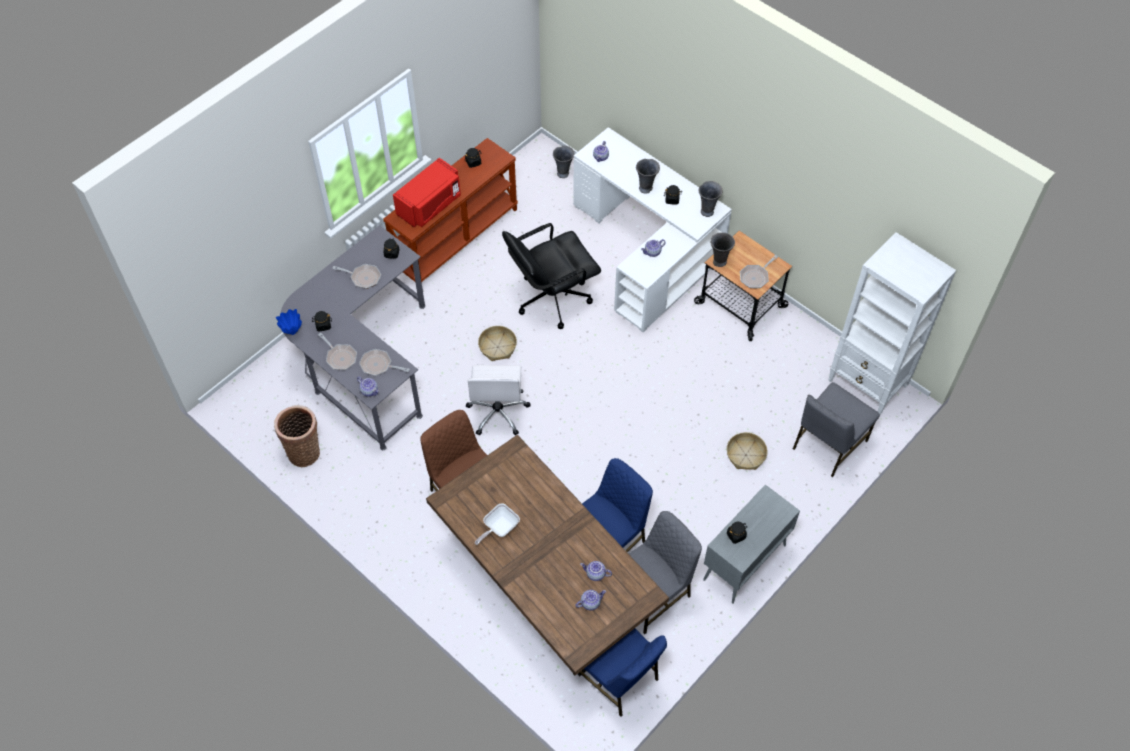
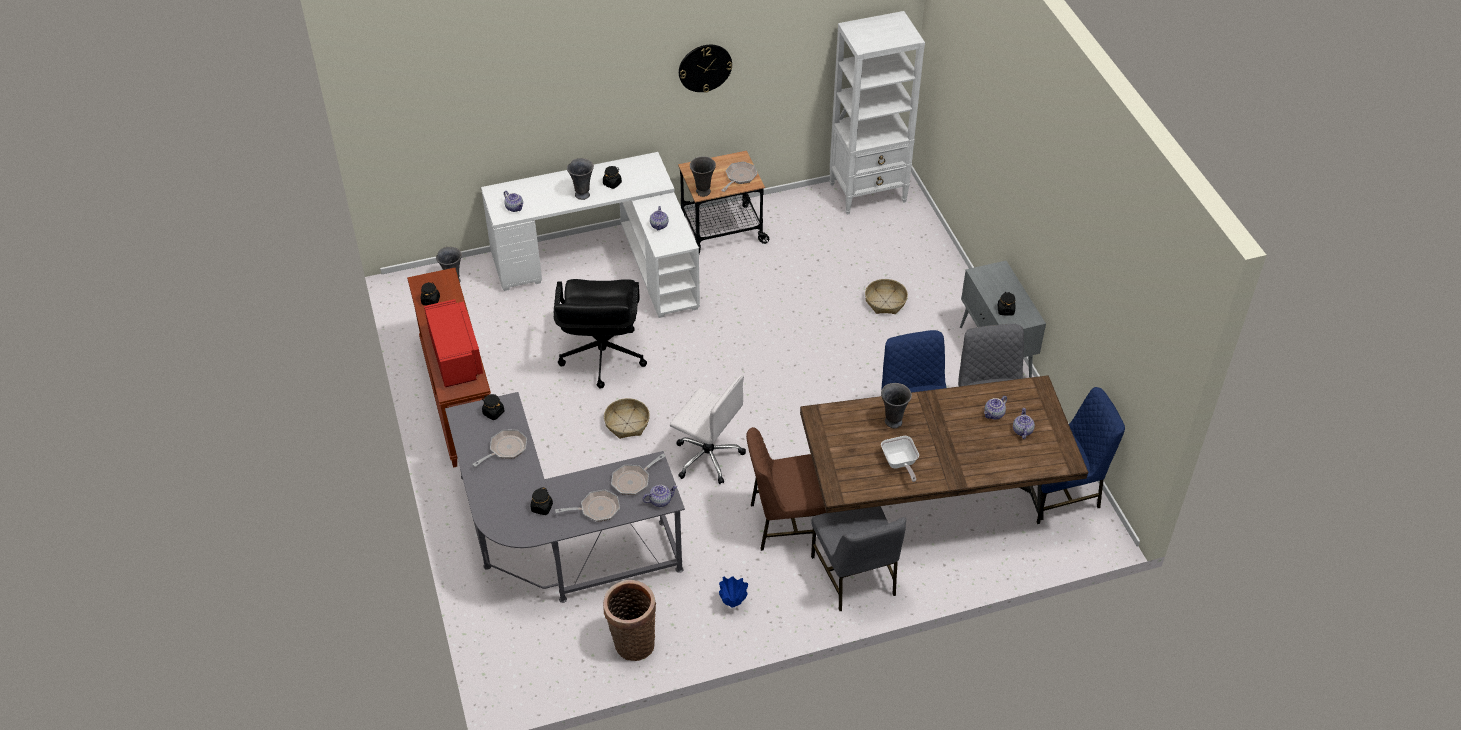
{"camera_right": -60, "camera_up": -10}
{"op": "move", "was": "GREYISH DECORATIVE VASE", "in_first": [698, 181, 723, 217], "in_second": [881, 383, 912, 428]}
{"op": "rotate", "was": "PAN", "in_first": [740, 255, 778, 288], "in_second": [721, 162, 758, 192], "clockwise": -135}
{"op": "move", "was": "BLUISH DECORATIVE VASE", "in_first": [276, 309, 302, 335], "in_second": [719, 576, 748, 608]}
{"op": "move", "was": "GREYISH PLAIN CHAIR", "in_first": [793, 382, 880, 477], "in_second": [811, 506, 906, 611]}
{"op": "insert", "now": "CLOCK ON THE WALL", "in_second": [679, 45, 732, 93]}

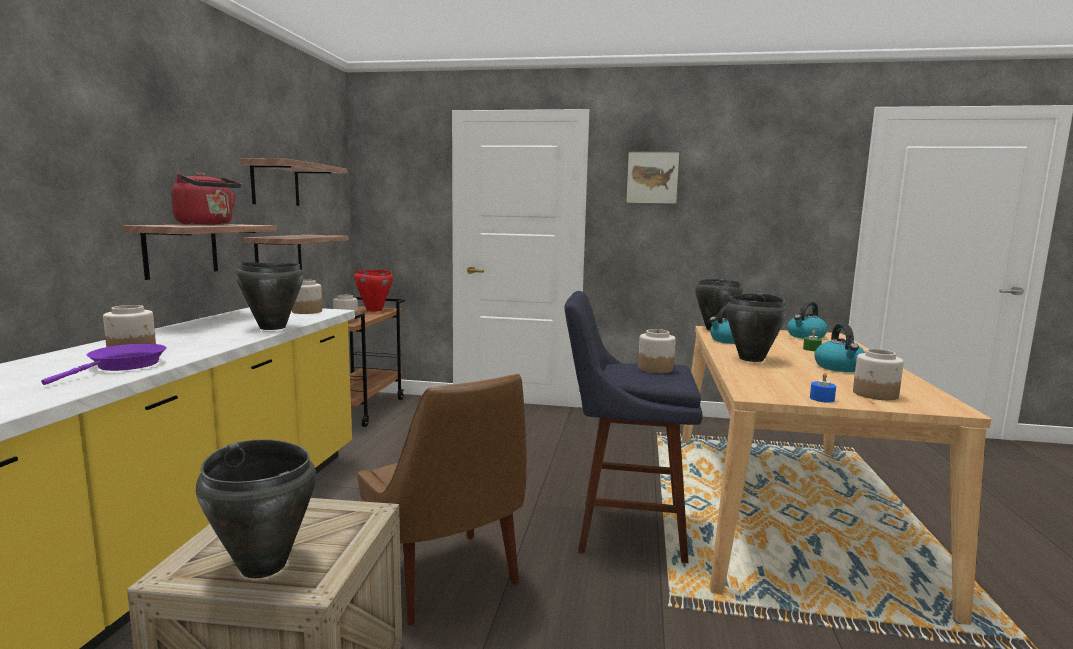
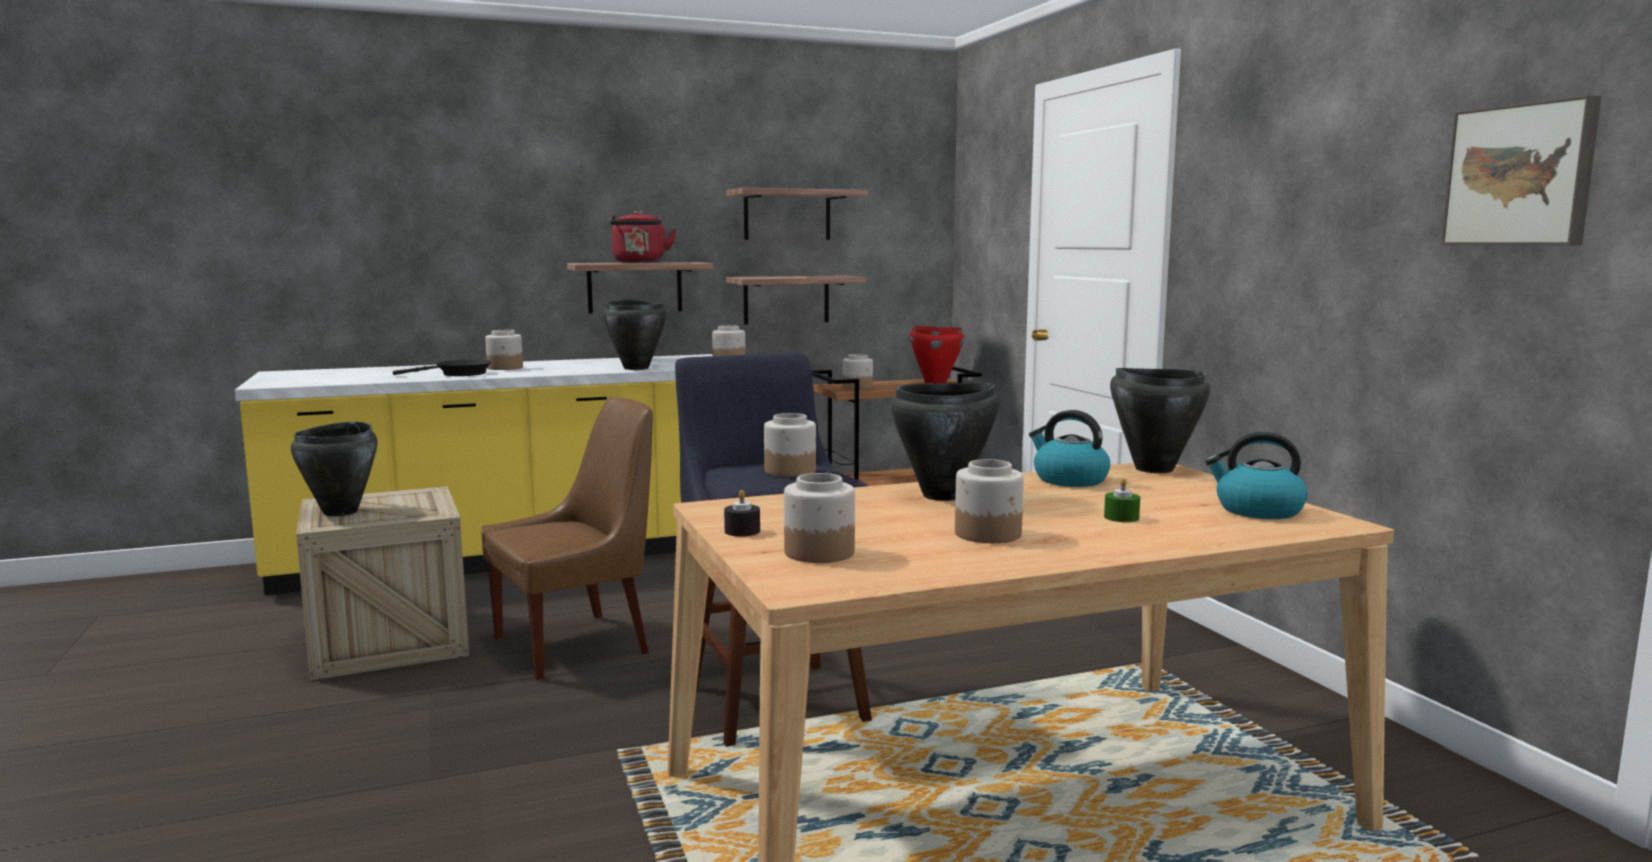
{"camera_right": 60, "camera_up": 0}
{"op": "move", "was": "WALL PICTURE", "in_first": [625, 151, 681, 205], "in_second": [1441, 95, 1601, 245]}
{"op": "replace", "was": "TEA KETTLE", "now": "PRESERVE JAR", "in_first": [814, 323, 865, 372], "in_second": [955, 459, 1024, 543]}
{"op": "recolor", "was": "PURPLE PAN", "now": "BLACK-COLOURED PAN", "in_first": [41, 344, 167, 385], "in_second": [393, 359, 492, 376]}
{"op": "recolor", "was": "BLUISH WAX CANDLE", "now": "BLACK-COLOURED WAX CANDLE", "in_first": [810, 373, 836, 403], "in_second": [724, 490, 760, 536]}
{"op": "rotate", "was": "BROWNISH PLAIN CHAIR", "in_first": [357, 374, 527, 626], "in_second": [481, 397, 653, 680], "clockwise": -150}

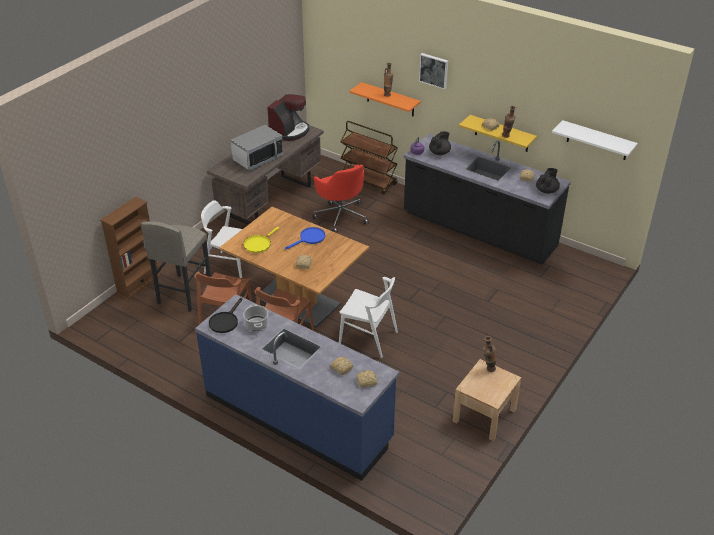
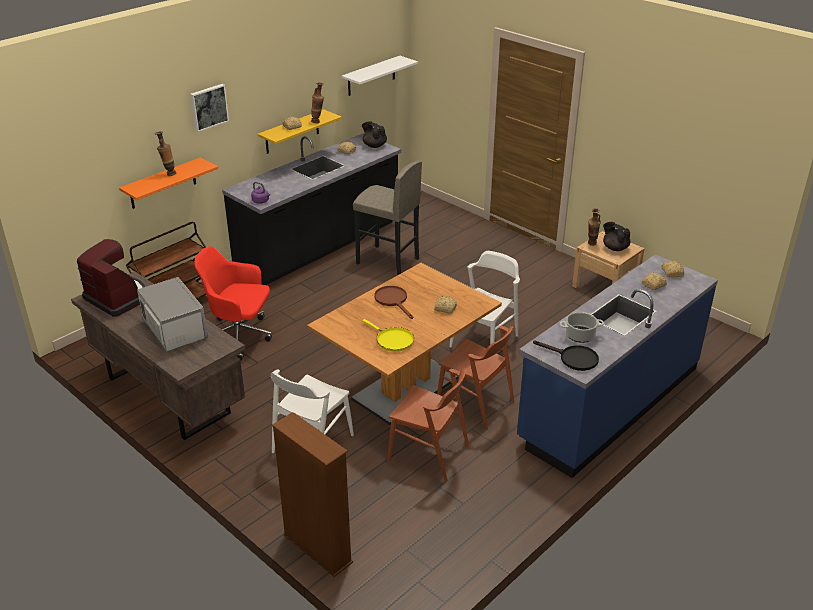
{"camera_right": -80, "camera_up": -5}
{"op": "move", "was": "BLACK-COLOURED POT FOR TEA", "in_first": [429, 131, 451, 155], "in_second": [603, 222, 630, 251]}
{"op": "rotate", "was": "REDDISH OFFICE CHAIR", "in_first": [312, 164, 369, 233], "in_second": [194, 246, 272, 360], "clockwise": -150}
{"op": "move", "was": "GREYISH STOOL SEAT", "in_first": [141, 221, 211, 312], "in_second": [353, 160, 422, 275]}
{"op": "recolor", "was": "BLUISH PAN", "now": "BROWNISH PAN", "in_first": [285, 227, 325, 249], "in_second": [374, 286, 413, 319]}

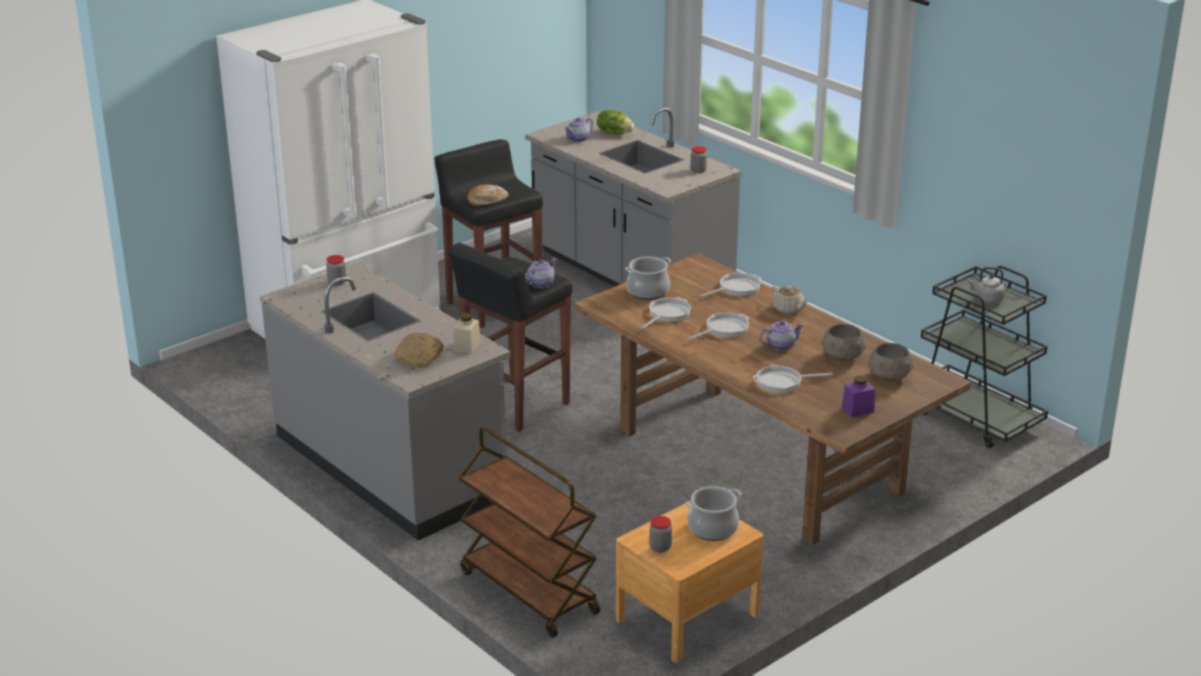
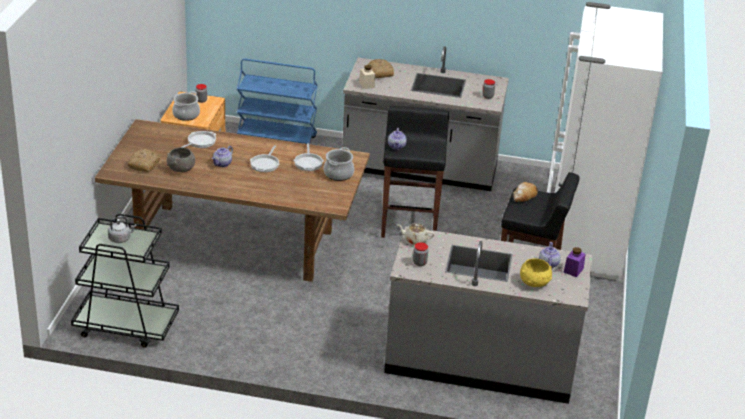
{"camera_right": 140, "camera_up": 5}
{"op": "replace", "was": "HEAD OF LETTUCE", "now": "YELLOW BOWL", "in_first": [597, 110, 634, 134], "in_second": [520, 258, 552, 287]}
{"op": "delete", "was": "PAN", "in_first": [700, 273, 761, 297]}
{"op": "move", "was": "SAND-COLOURED POT FOR TEA", "in_first": [772, 286, 809, 314], "in_second": [397, 223, 435, 245]}
{"op": "replace", "was": "GREYISH BOWL", "now": "BAKED BREAD", "in_first": [868, 343, 914, 381], "in_second": [128, 149, 160, 172]}
{"op": "move", "was": "PURPLE PRESERVE JAR", "in_first": [842, 375, 875, 417], "in_second": [563, 247, 586, 277]}
{"op": "recolor", "was": "BROWNISH TROLLEY", "now": "BLUISH TROLLEY", "in_first": [458, 427, 600, 638], "in_second": [237, 58, 318, 144]}

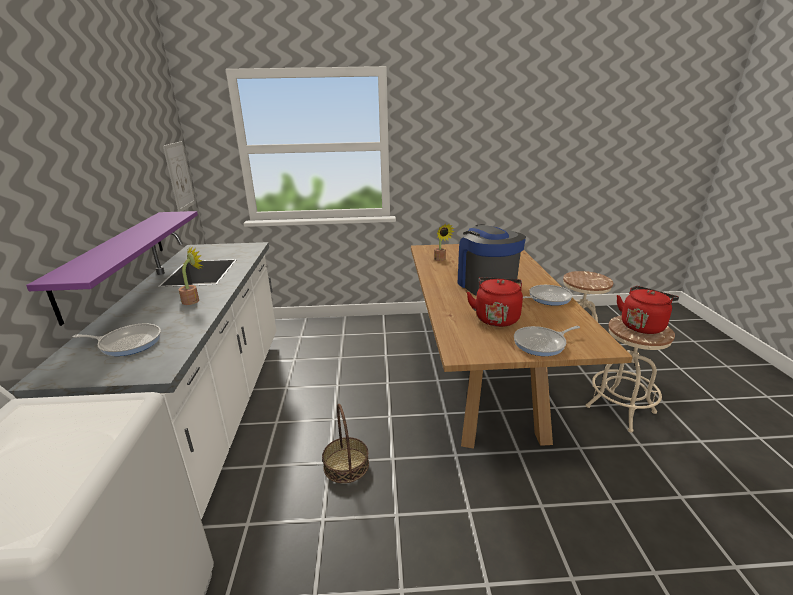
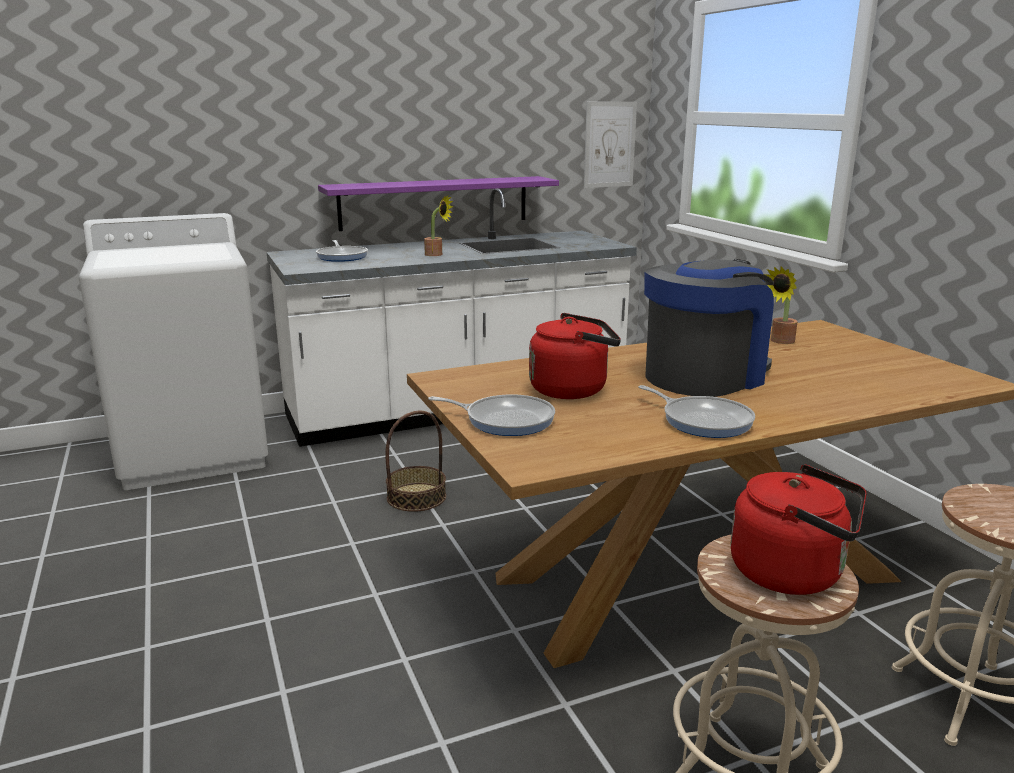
{"camera_right": 70, "camera_up": -5}
{"op": "rotate", "was": "PAN", "in_first": [514, 326, 580, 356], "in_second": [428, 394, 555, 436], "clockwise": 150}

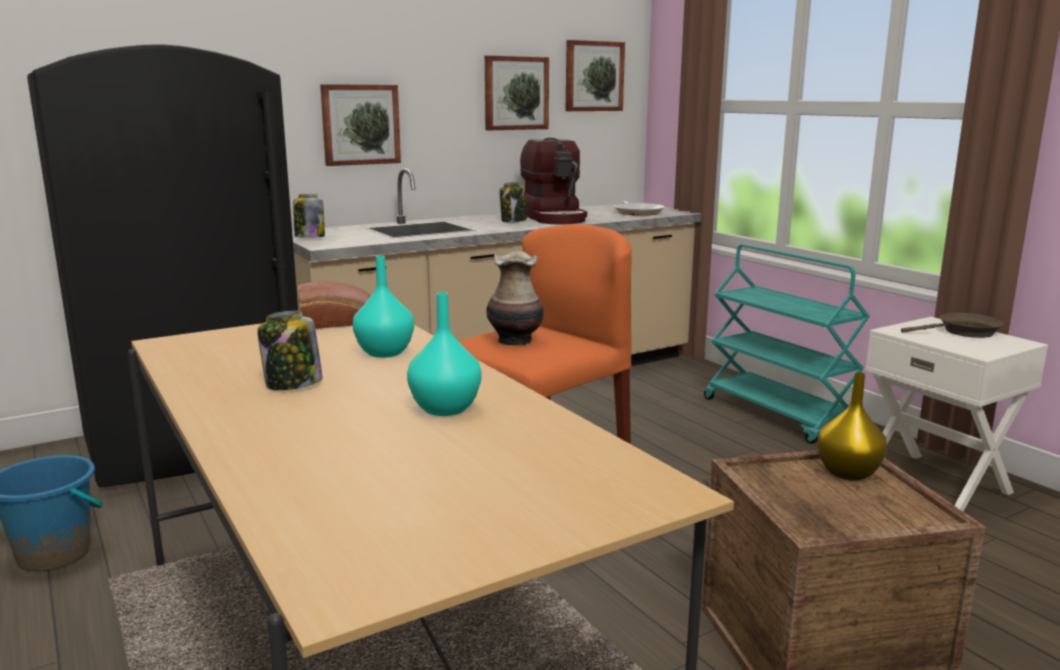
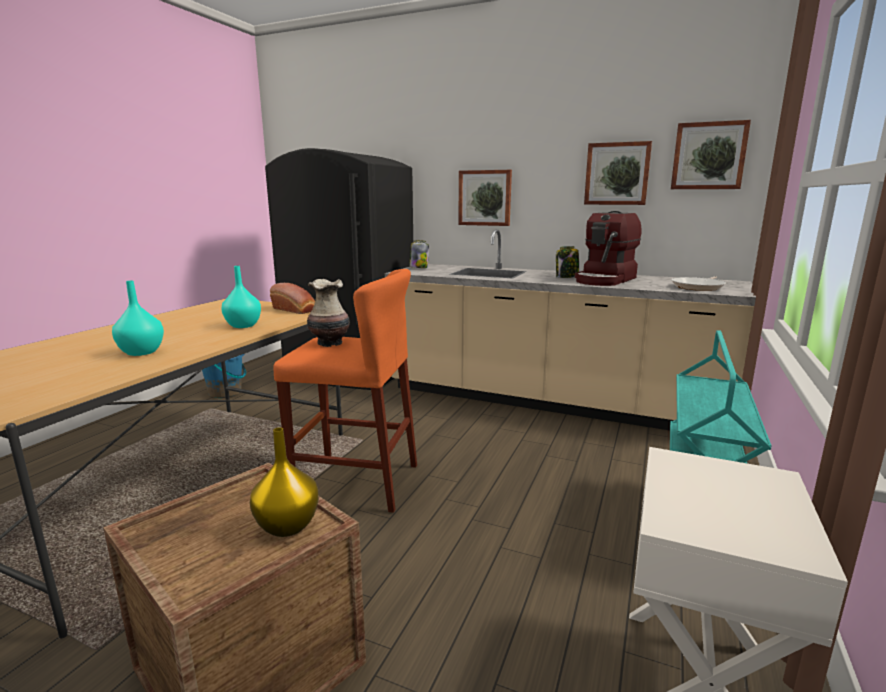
{"camera_right": 55, "camera_up": 0}
{"op": "delete", "was": "PRESERVE JAR", "in_first": [257, 310, 322, 390]}
{"op": "delete", "was": "BROWNISH PAN", "in_first": [901, 313, 1004, 338]}

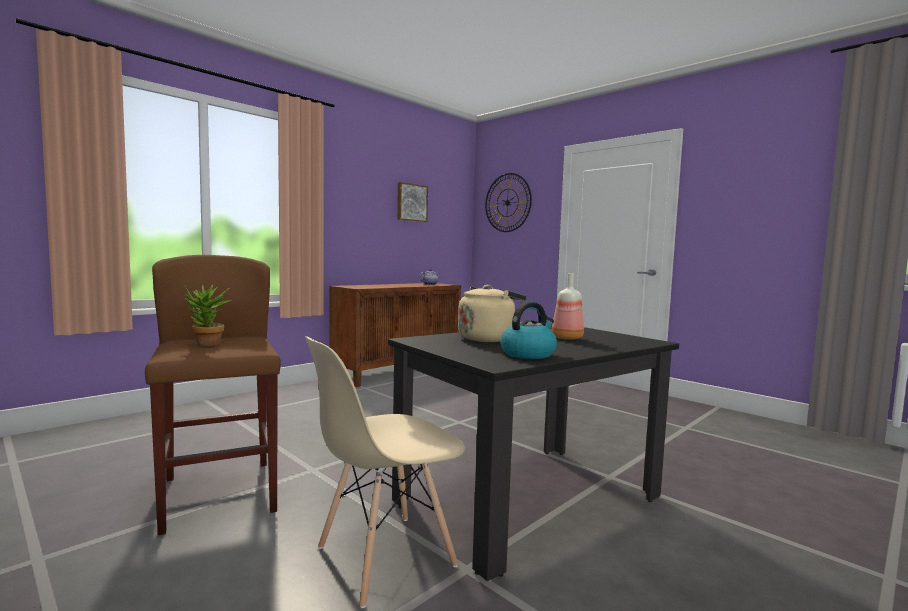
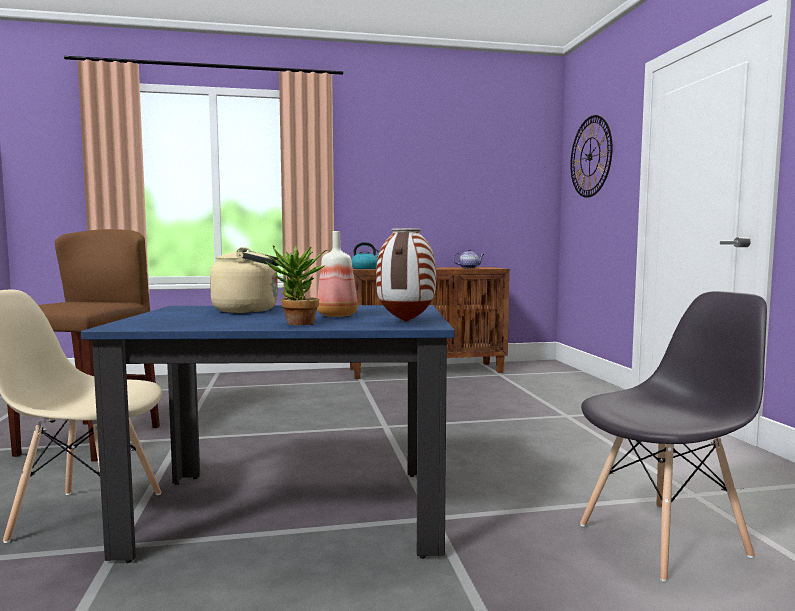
{"camera_right": 35, "camera_up": 0}
{"op": "delete", "was": "WALL PICTURE", "in_first": [397, 182, 428, 222]}
{"op": "move", "was": "POTTED PLANT", "in_first": [185, 285, 231, 346], "in_second": [265, 245, 327, 325]}
{"op": "move", "was": "TEA KETTLE", "in_first": [501, 302, 557, 359], "in_second": [351, 242, 380, 269]}
{"op": "recolor", "was": "BLACK-COLOURED KITCHEN TABLE", "now": "BLUISH KITCHEN TABLE", "in_first": [388, 325, 679, 581], "in_second": [81, 305, 455, 563]}
{"op": "insert", "now": "DECORATIVE VASE", "in_second": [376, 228, 436, 322]}
{"op": "insert", "now": "GREYISH PLAIN CHAIR", "in_second": [580, 291, 767, 582]}

